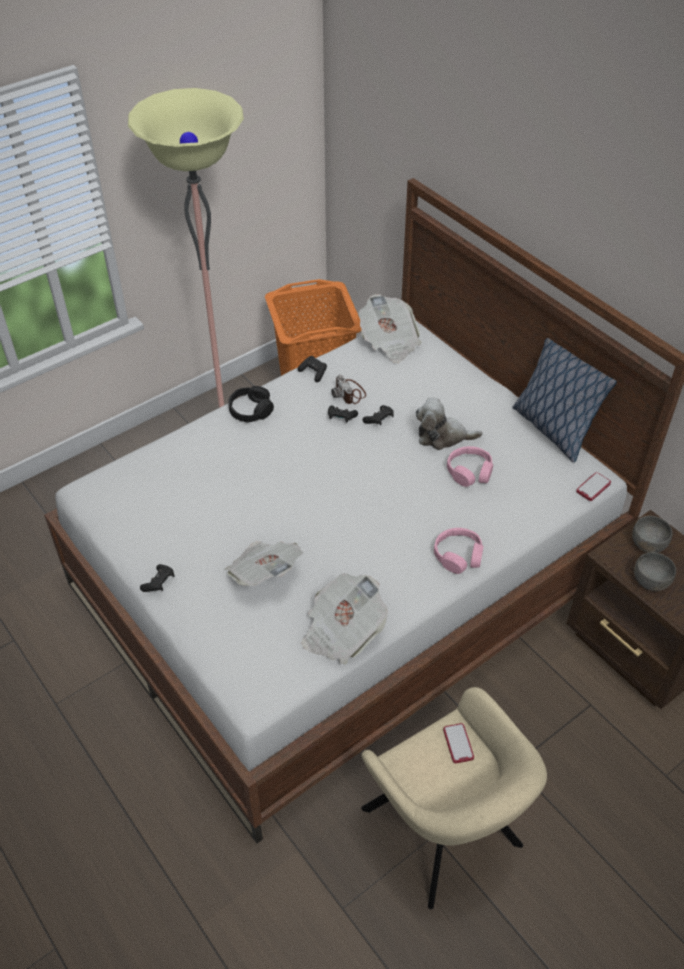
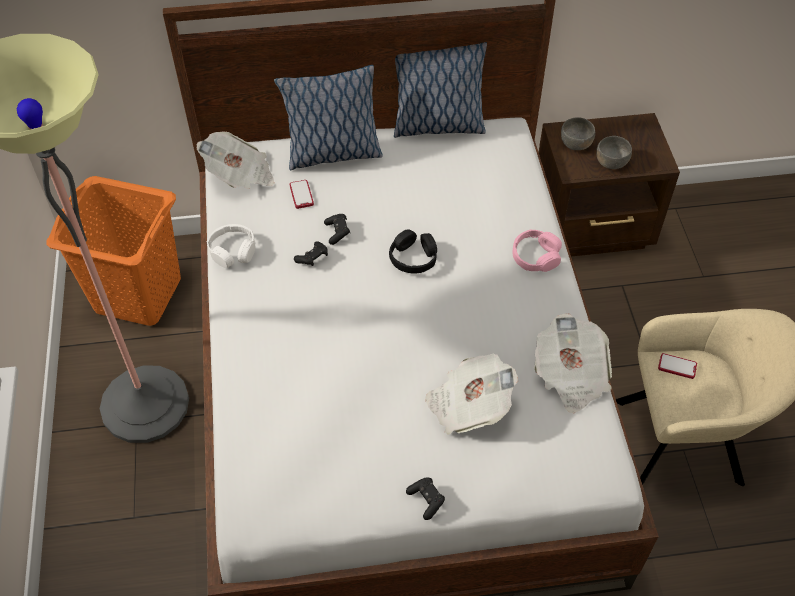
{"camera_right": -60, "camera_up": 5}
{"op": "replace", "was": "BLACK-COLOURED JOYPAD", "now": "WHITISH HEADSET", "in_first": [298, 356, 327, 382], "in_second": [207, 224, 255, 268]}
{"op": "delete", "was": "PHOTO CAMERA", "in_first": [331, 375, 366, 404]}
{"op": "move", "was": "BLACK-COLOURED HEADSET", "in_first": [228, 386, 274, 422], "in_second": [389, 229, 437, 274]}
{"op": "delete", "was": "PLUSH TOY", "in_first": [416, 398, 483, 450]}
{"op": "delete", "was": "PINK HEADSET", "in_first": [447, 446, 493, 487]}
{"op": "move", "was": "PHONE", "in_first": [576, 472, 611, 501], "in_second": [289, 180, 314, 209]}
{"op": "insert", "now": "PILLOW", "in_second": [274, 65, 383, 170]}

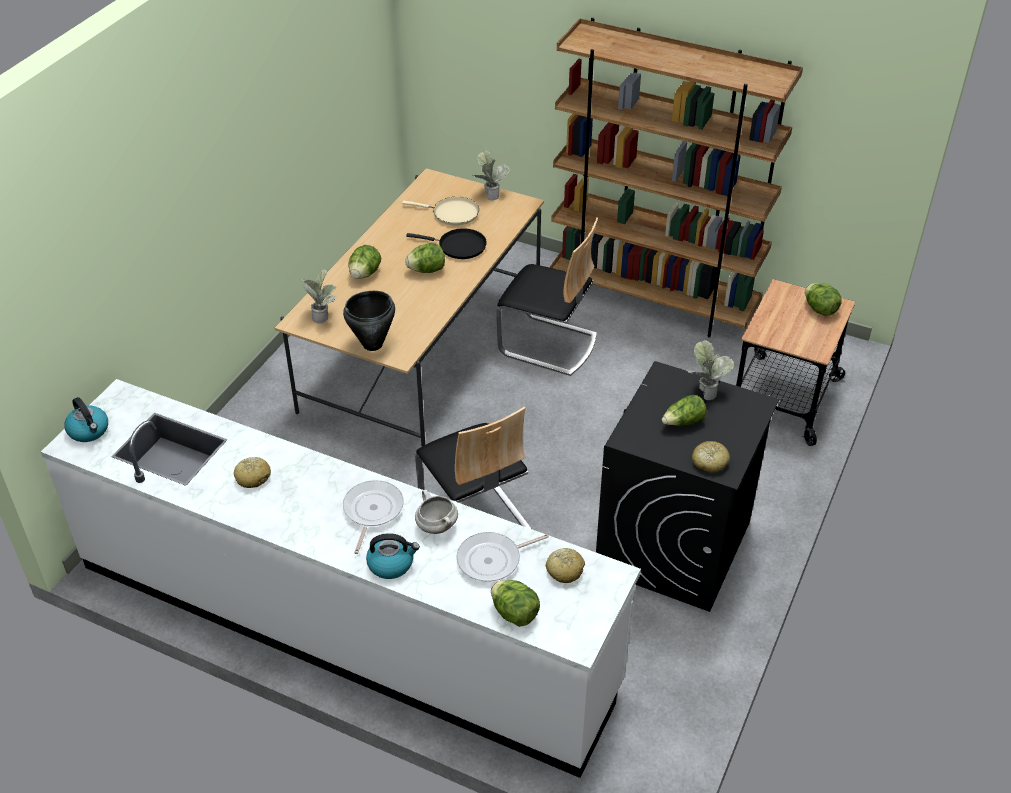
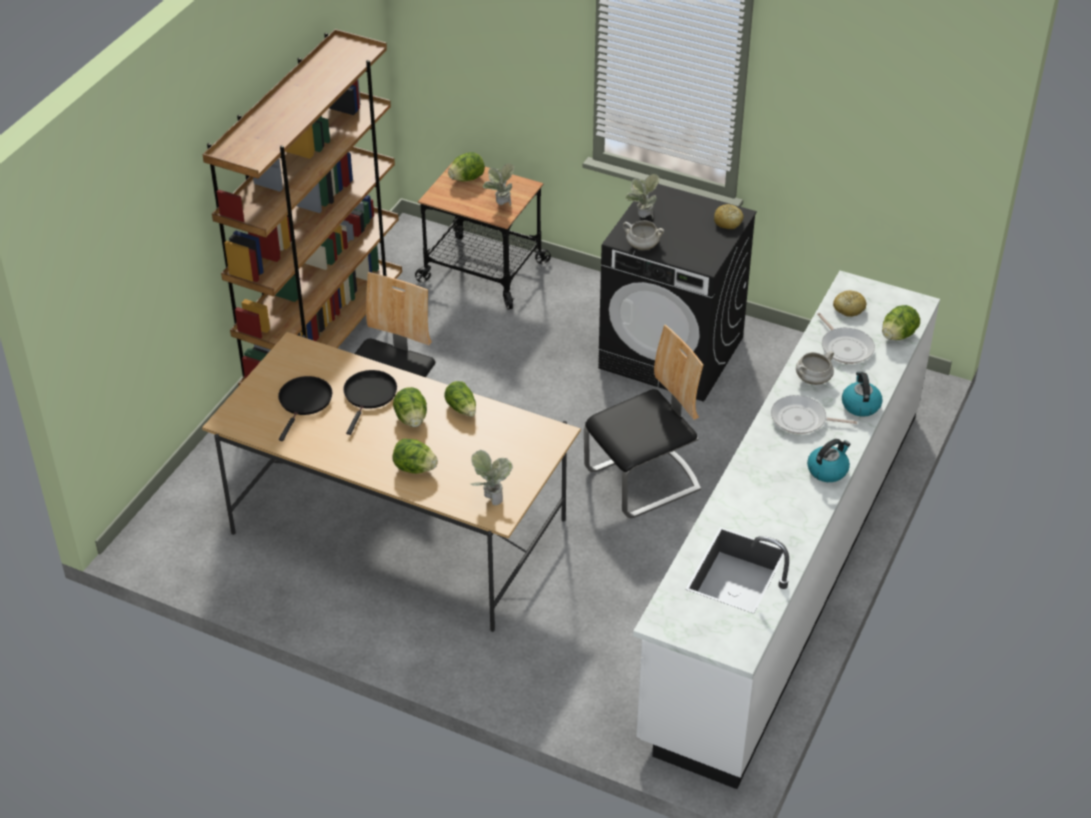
{"camera_right": -90, "camera_up": 0}
{"op": "move", "was": "POTTED PLANT", "in_first": [473, 151, 510, 201], "in_second": [483, 163, 515, 206]}
{"op": "recolor", "was": "SAND-COLOURED PAN", "now": "BLACK-COLOURED PAN", "in_first": [402, 197, 479, 226], "in_second": [278, 376, 332, 441]}
{"op": "delete", "was": "BLACK-COLOURED STOCKPOT", "in_first": [343, 291, 395, 351]}
{"op": "move", "was": "HEAD OF LETTUCE", "in_first": [662, 395, 707, 426], "in_second": [445, 381, 476, 417]}
{"op": "move", "was": "TEA KETTLE", "in_first": [64, 397, 108, 442], "in_second": [807, 439, 851, 482]}
{"op": "delete", "was": "BAKED BREAD", "in_first": [234, 457, 271, 488]}
{"op": "insert", "now": "WHITISH STOCKPOT", "in_second": [623, 220, 664, 250]}

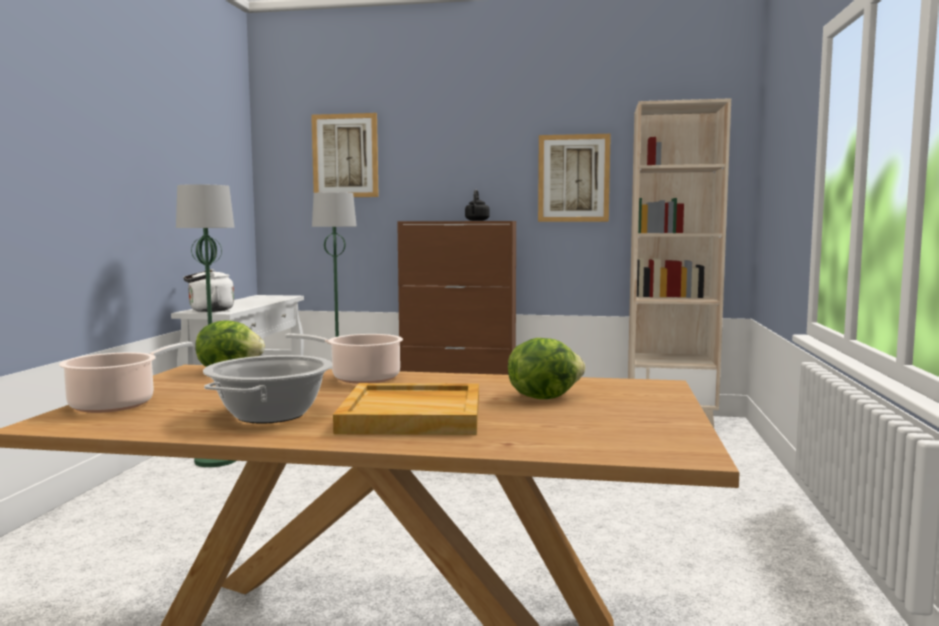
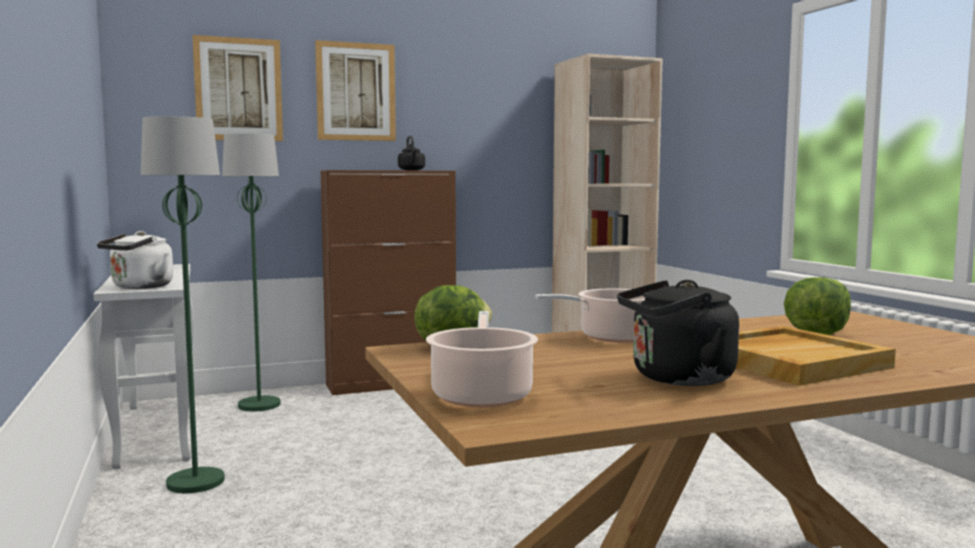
{"camera_right": -30, "camera_up": 0}
{"op": "move", "was": "WALL PICTURE", "in_first": [538, 134, 611, 222], "in_second": [315, 40, 396, 141]}
{"op": "replace", "was": "STOCKPOT", "now": "BLACK-COLOURED TEA KETTLE", "in_first": [203, 355, 332, 423], "in_second": [617, 280, 739, 386]}

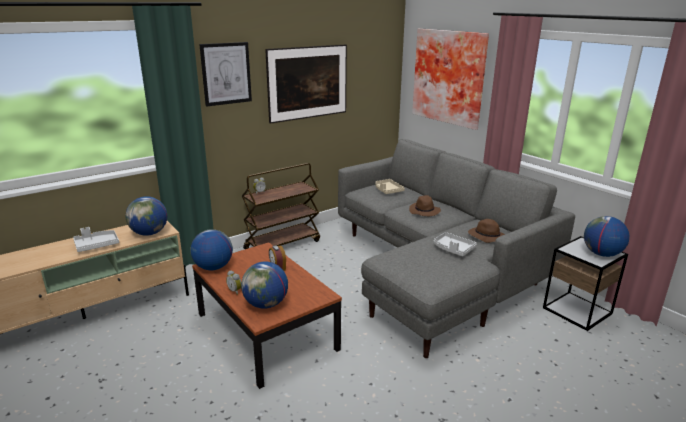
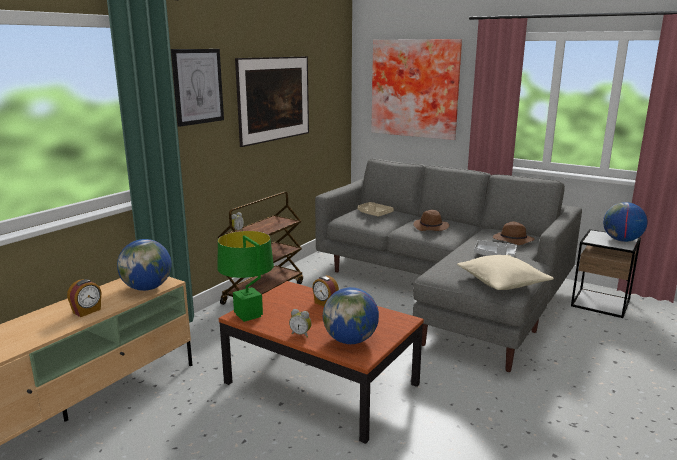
{"camera_right": -20, "camera_up": -5}
{"op": "replace", "was": "GREYISH SERVING TRAY", "now": "TABLE CLOCK", "in_first": [73, 227, 119, 252], "in_second": [67, 279, 101, 317]}
{"op": "replace", "was": "DESK GLOBE", "now": "GREENISH TABLE LAMP", "in_first": [190, 229, 233, 270], "in_second": [217, 231, 274, 322]}
{"op": "insert", "now": "SAND-COLOURED PILLOW", "in_second": [457, 255, 554, 290]}

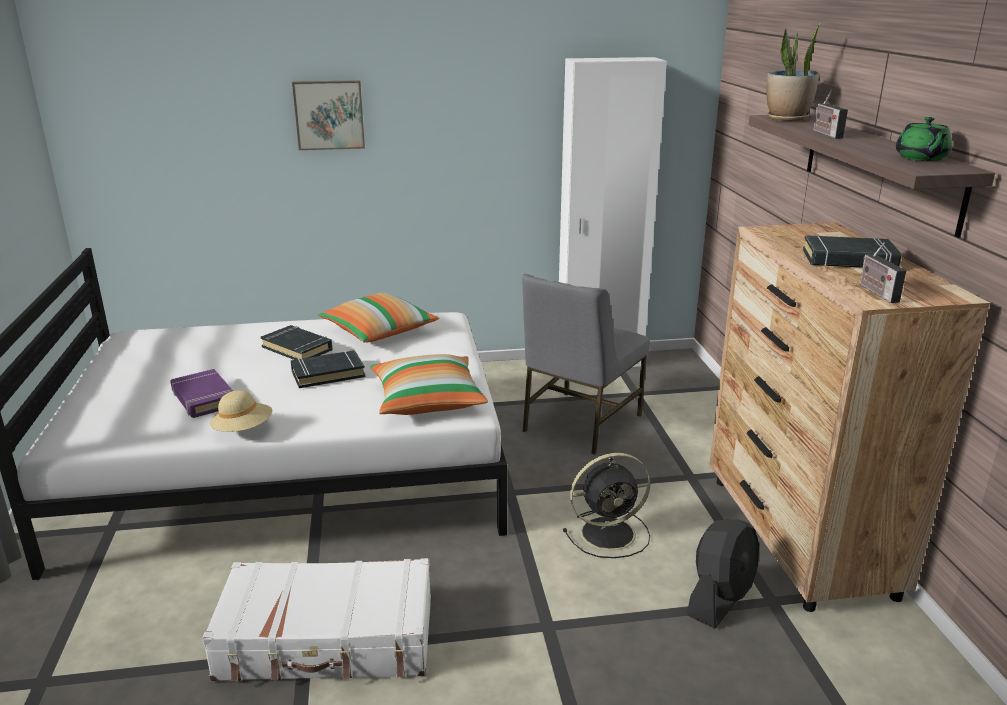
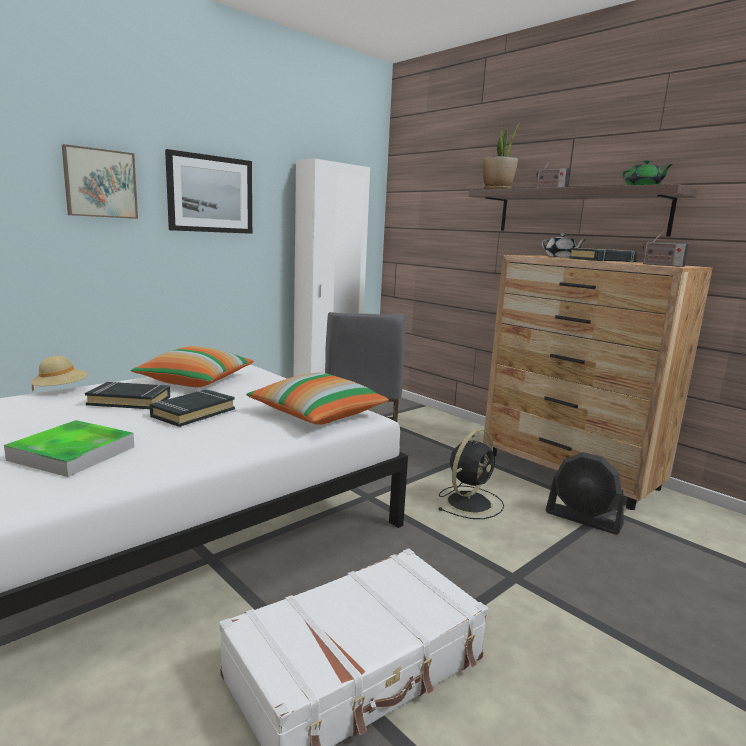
{"camera_right": -35, "camera_up": -10}
{"op": "replace", "was": "PURPLE BOOK", "now": "SERVING TRAY", "in_first": [170, 369, 233, 418], "in_second": [4, 420, 135, 477]}
{"op": "move", "was": "SAND-COLOURED HAT", "in_first": [210, 390, 272, 432], "in_second": [31, 356, 88, 392]}
{"op": "rotate", "was": "BLACK-COLOURED ELECTRIC FAN", "in_first": [687, 519, 759, 628], "in_second": [545, 452, 624, 534], "clockwise": 120}
{"op": "insert", "now": "WALL PICTURE", "in_second": [165, 149, 252, 234]}
{"op": "insert", "now": "WHITISH POT FOR TEA", "in_second": [542, 233, 587, 257]}

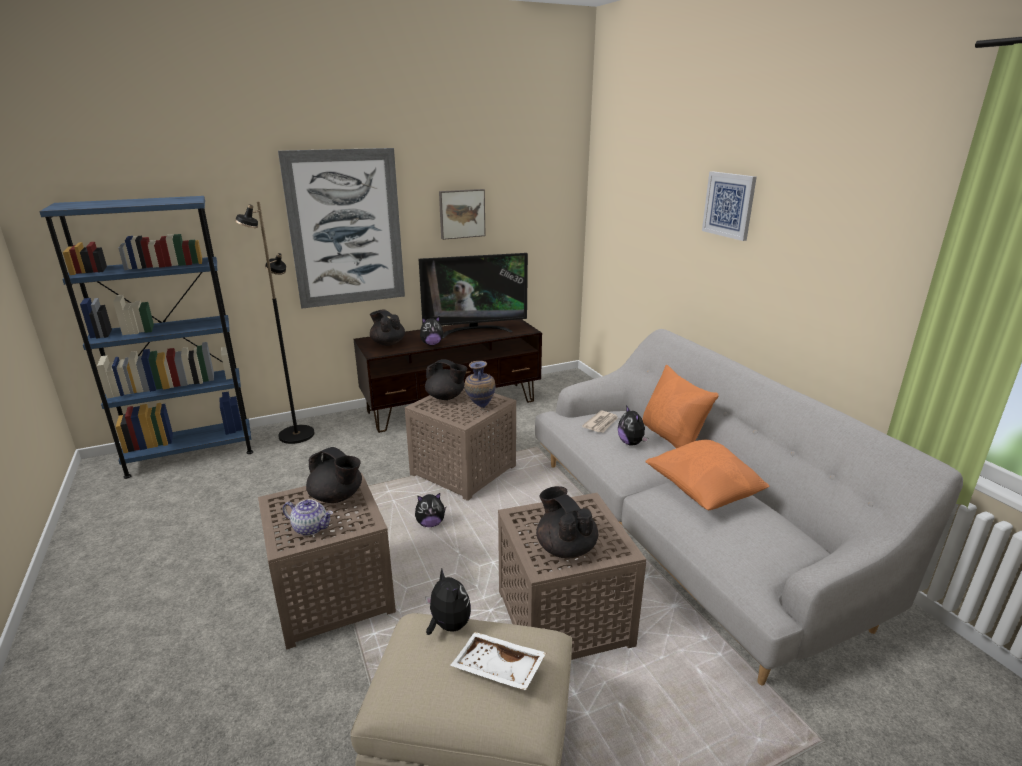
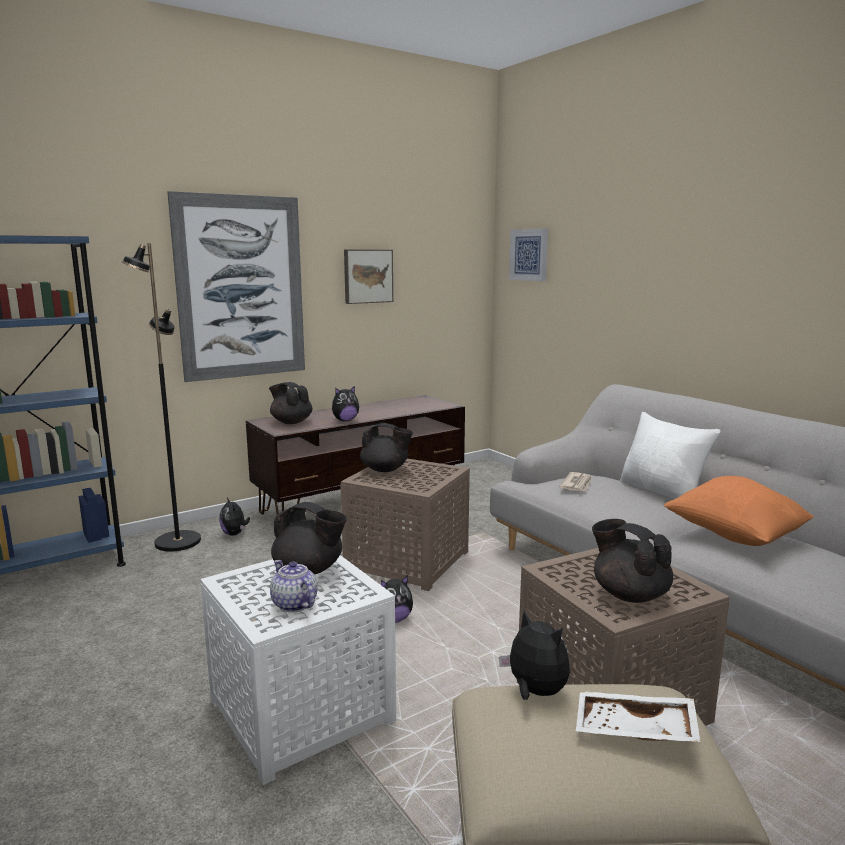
{"camera_right": -10, "camera_up": -10}
{"op": "move", "was": "WALL PICTURE", "in_first": [702, 171, 757, 241], "in_second": [509, 228, 548, 281]}
{"op": "delete", "was": "TV", "in_first": [419, 253, 528, 338]}
{"op": "delete", "was": "DECORATIVE VASE", "in_first": [465, 361, 496, 408]}
{"op": "recolor", "was": "ORANGE PILLOW", "now": "WHITISH PILLOW", "in_first": [642, 365, 719, 448], "in_second": [620, 412, 721, 500]}
{"op": "move", "was": "PLUSH TOY", "in_first": [618, 405, 648, 446], "in_second": [219, 497, 250, 536]}
{"op": "recolor", "was": "BROWNISH END TABLE", "now": "WHITISH END TABLE", "in_first": [258, 473, 396, 650], "in_second": [200, 555, 396, 785]}
{"op": "rotate", "was": "POT FOR TEA", "in_first": [283, 499, 333, 536], "in_second": [270, 560, 318, 612], "clockwise": -135}

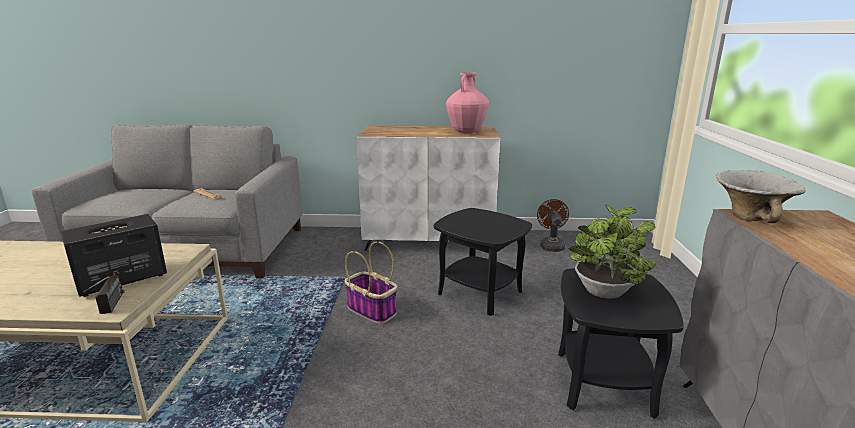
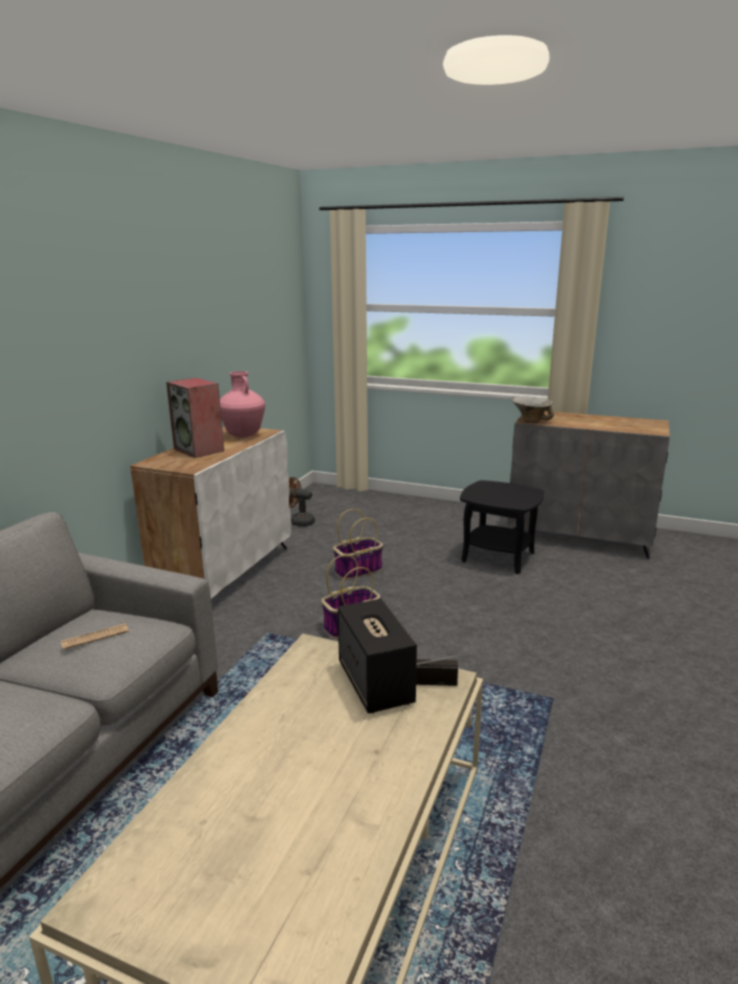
{"camera_right": -70, "camera_up": 0}
{"op": "delete", "was": "POTTED PLANT", "in_first": [568, 205, 656, 299]}
{"op": "replace", "was": "BLACK-COLOURED END TABLE", "now": "STORAGE BASKET", "in_first": [434, 208, 532, 316], "in_second": [333, 509, 383, 580]}
{"op": "insert", "now": "AUDIO SPEAKER", "in_second": [166, 378, 224, 458]}

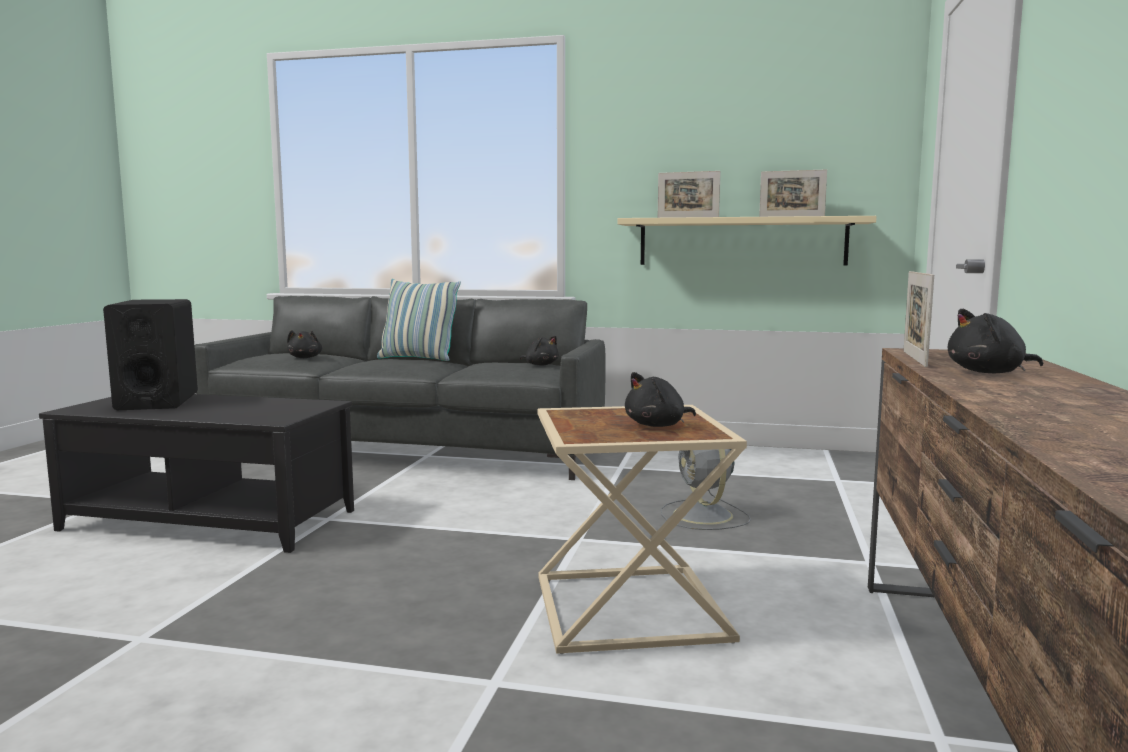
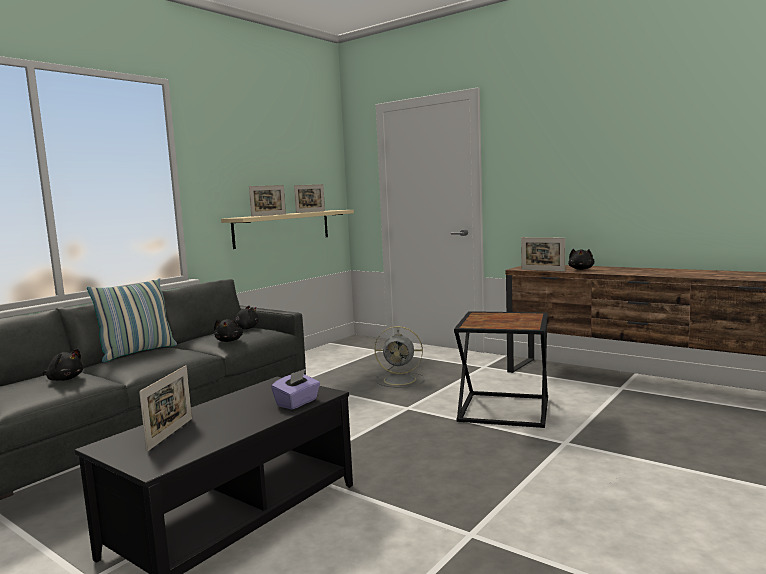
{"camera_right": -65, "camera_up": 0}
{"op": "replace", "was": "BLACK-COLOURED AUDIO SPEAKER", "now": "STANDING FRAME", "in_first": [103, 299, 198, 410], "in_second": [139, 365, 192, 452]}
{"op": "move", "was": "BLACK-COLOURED PLUSH TOY", "in_first": [625, 372, 696, 427], "in_second": [214, 319, 243, 342]}
{"op": "recolor", "was": "SAND-COLOURED END TABLE", "now": "BLACK-COLOURED END TABLE", "in_first": [538, 405, 747, 654], "in_second": [454, 311, 548, 428]}
{"op": "insert", "now": "PURPLE TISSUE HOLDER", "in_second": [271, 369, 320, 409]}

